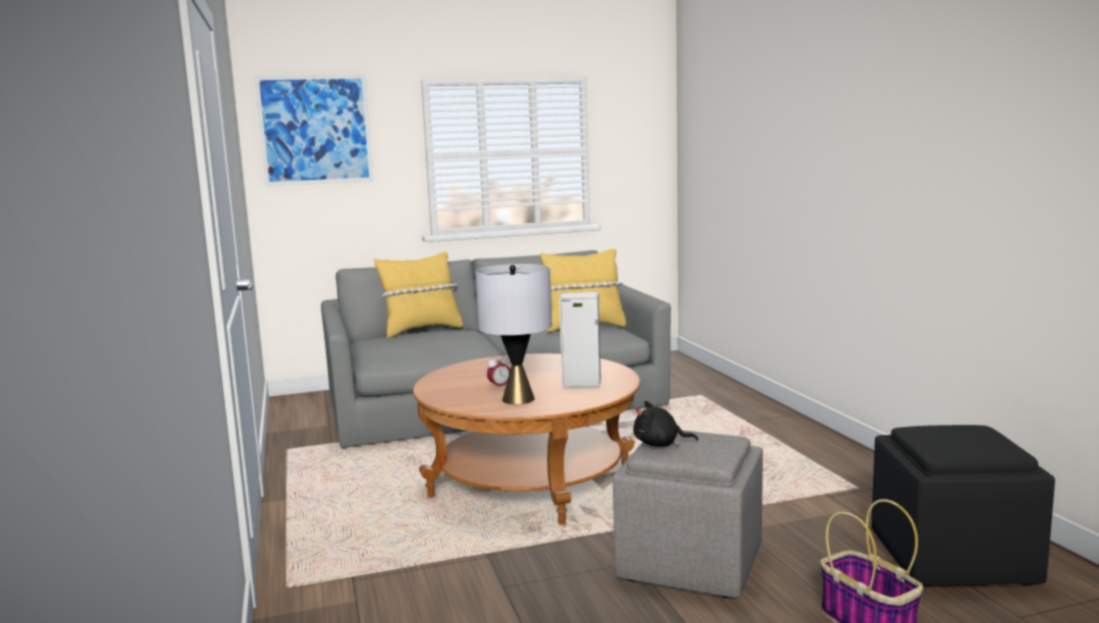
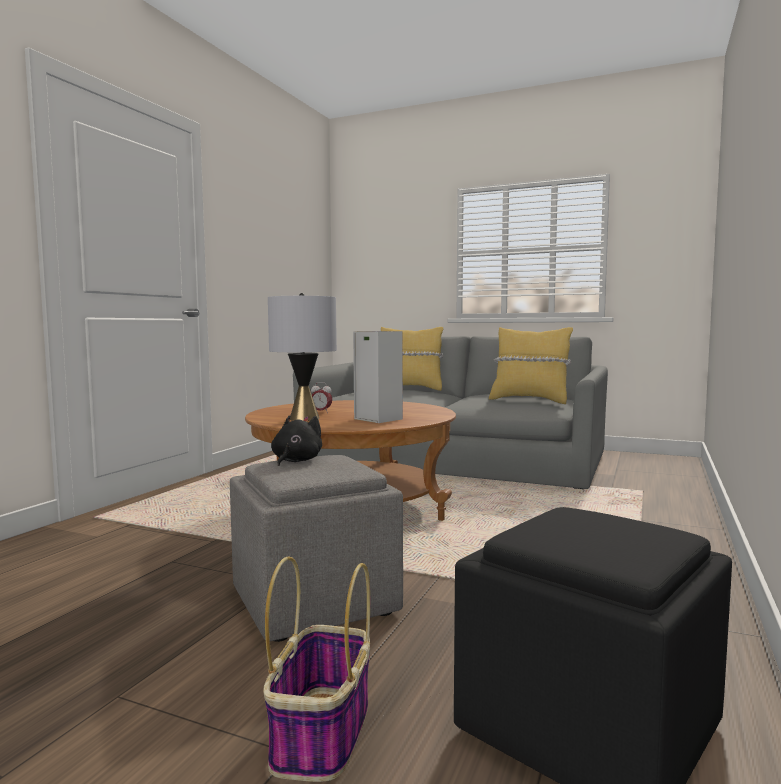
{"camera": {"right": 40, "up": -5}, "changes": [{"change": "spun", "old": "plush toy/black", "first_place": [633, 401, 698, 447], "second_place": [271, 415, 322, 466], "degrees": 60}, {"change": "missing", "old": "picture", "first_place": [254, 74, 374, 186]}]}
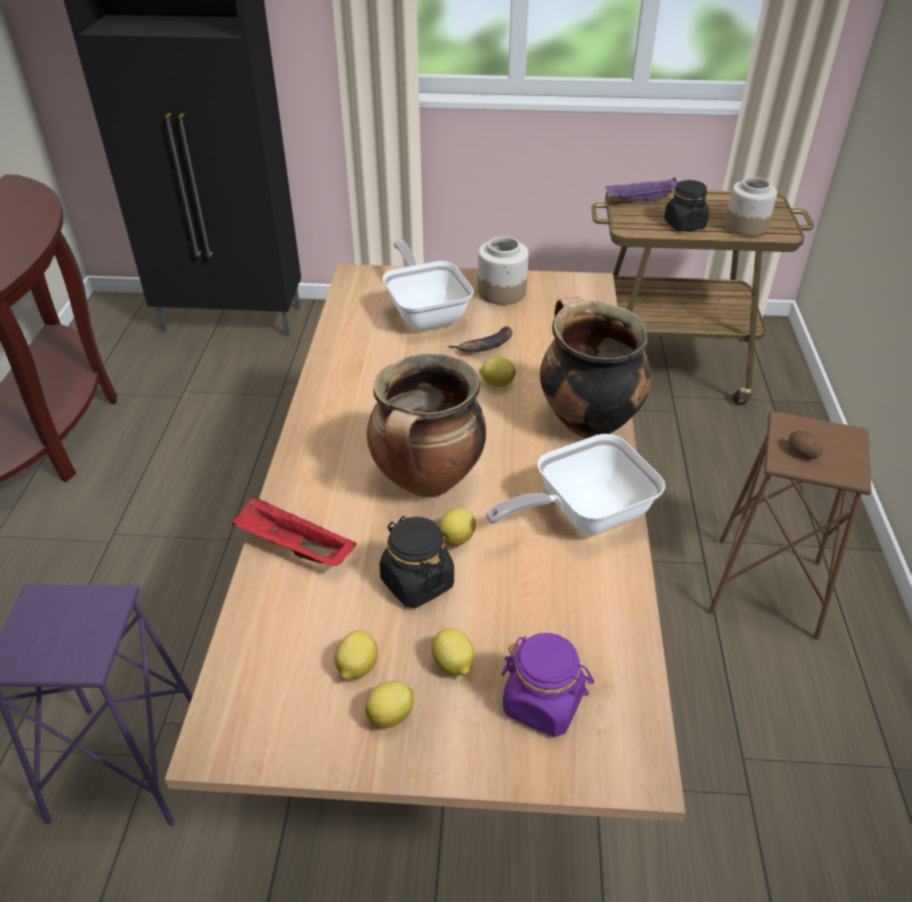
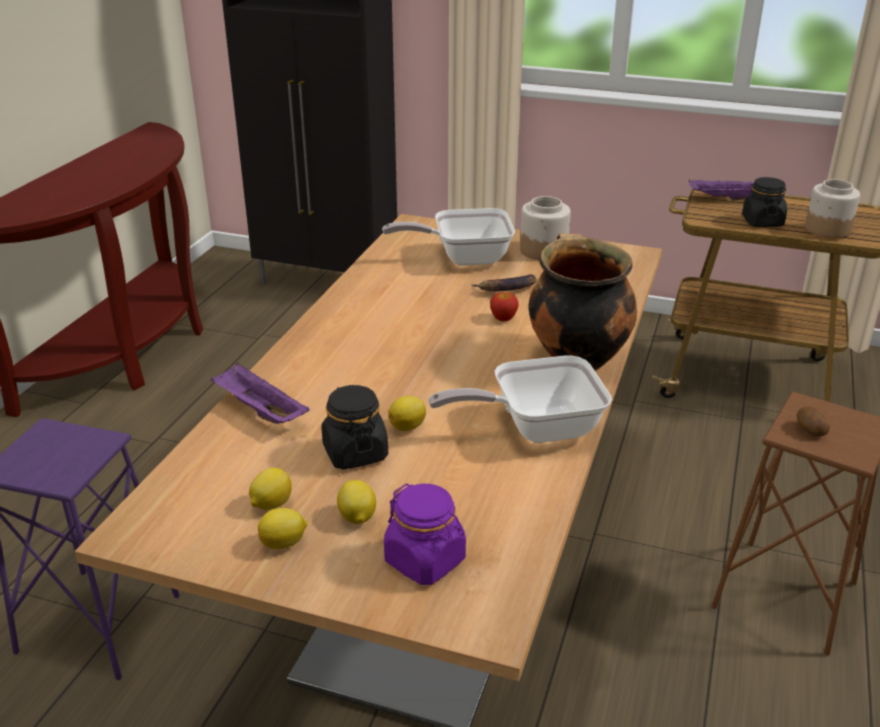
{"camera": {"right": 15, "up": -10}, "changes": [{"change": "colour", "old": "tray/red", "new": "tray/purple", "first_place": [232, 496, 357, 566], "second_place": [211, 362, 310, 424]}, {"change": "spun", "old": "frying pan", "first_place": [382, 240, 474, 331], "second_place": [382, 208, 515, 266], "degrees": -90}, {"change": "exchanged", "old": "lemon", "new": "apple", "first_place": [479, 357, 516, 387], "second_place": [490, 292, 518, 321]}, {"change": "missing", "old": "cooking pot", "first_place": [367, 354, 486, 497]}]}
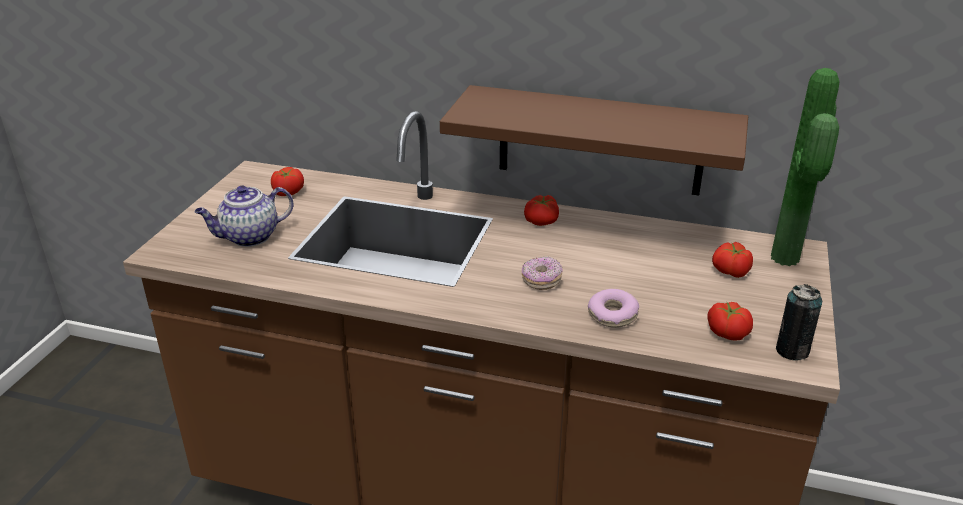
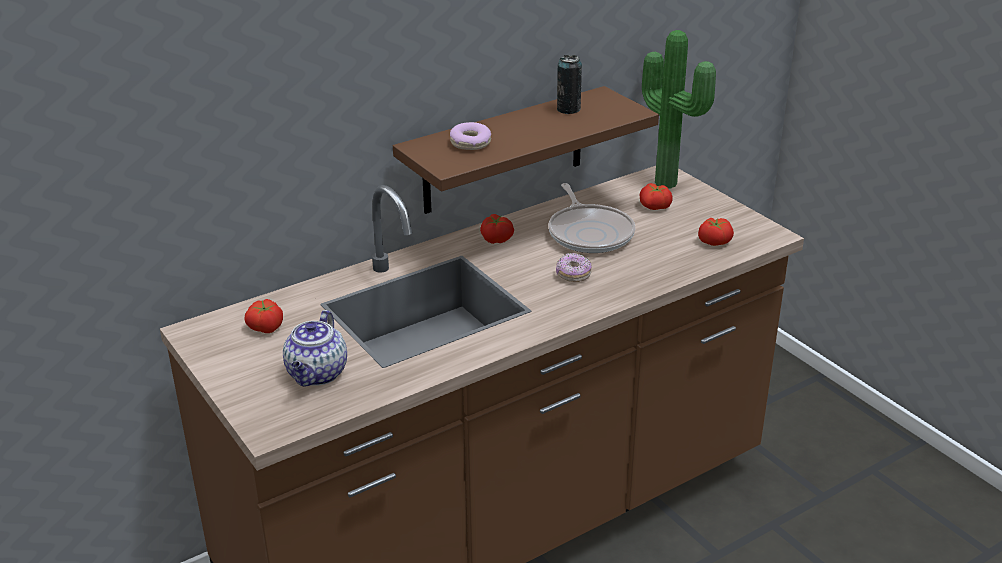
{"camera": {"right": -50, "up": 0}, "changes": [{"change": "relocated", "old": "donut", "first_place": [588, 289, 639, 328], "second_place": [450, 122, 491, 150]}, {"change": "appeared", "new": "frying pan", "second_place": [549, 183, 635, 253]}, {"change": "relocated", "old": "can", "first_place": [776, 284, 822, 361], "second_place": [557, 55, 582, 114]}]}
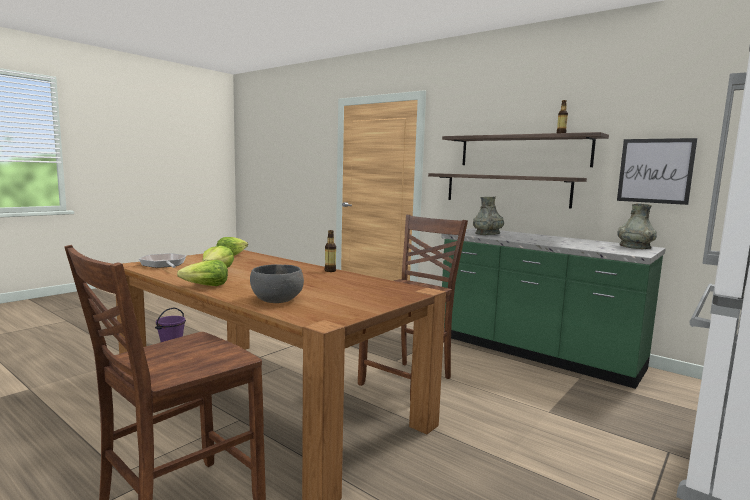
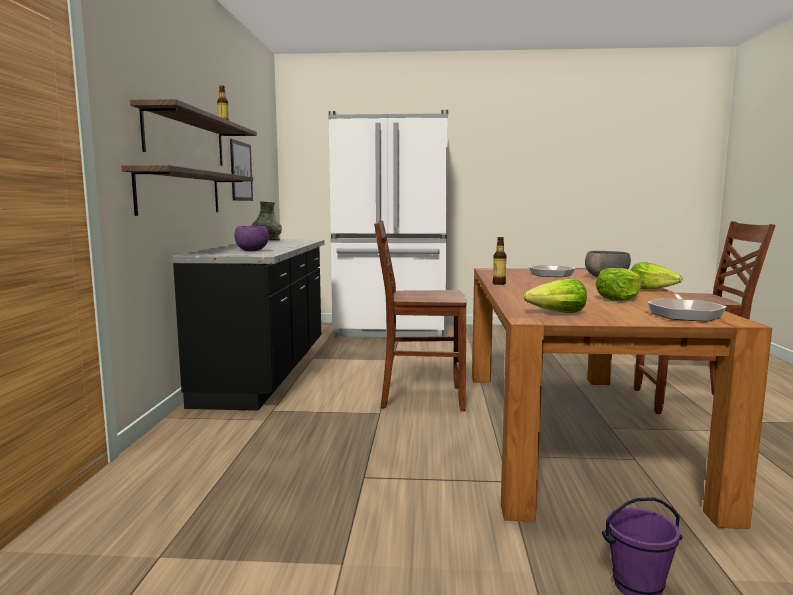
{"camera": {"right": -125, "up": 0}, "changes": [{"change": "colour", "old": "counter/green", "new": "counter/black", "first_place": [441, 228, 666, 389], "second_place": [172, 239, 324, 411]}, {"change": "exchanged", "old": "vase/grey", "new": "bowl/purple", "first_place": [473, 197, 504, 235], "second_place": [235, 226, 268, 251]}, {"change": "appeared", "new": "frying pan", "second_place": [528, 265, 586, 277]}]}
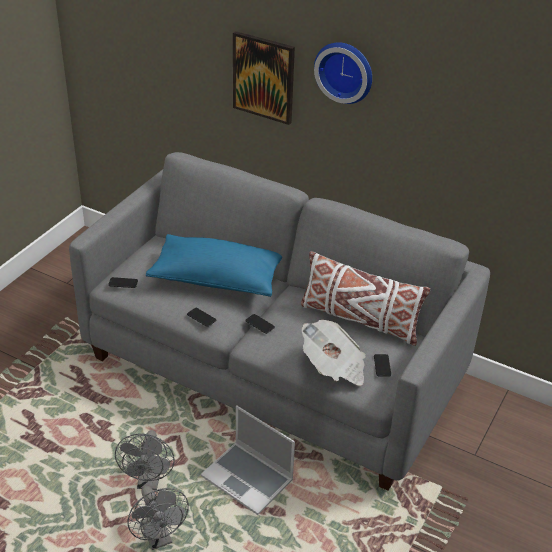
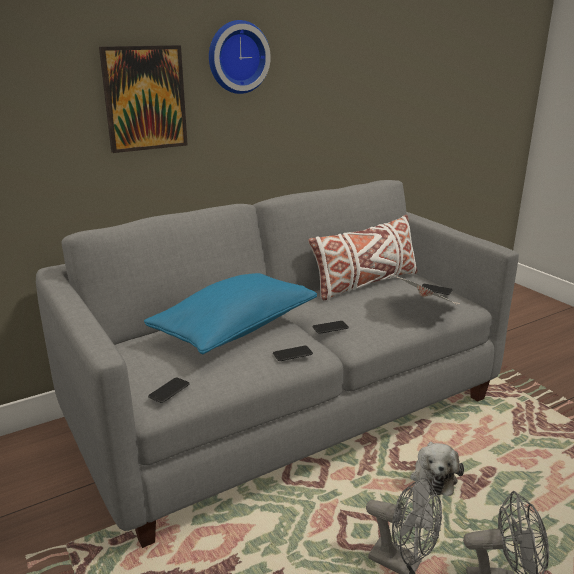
{"camera": {"right": -60, "up": -15}, "changes": [{"change": "exchanged", "old": "laptop", "new": "plush toy", "first_place": [201, 405, 295, 515], "second_place": [410, 442, 464, 496]}]}
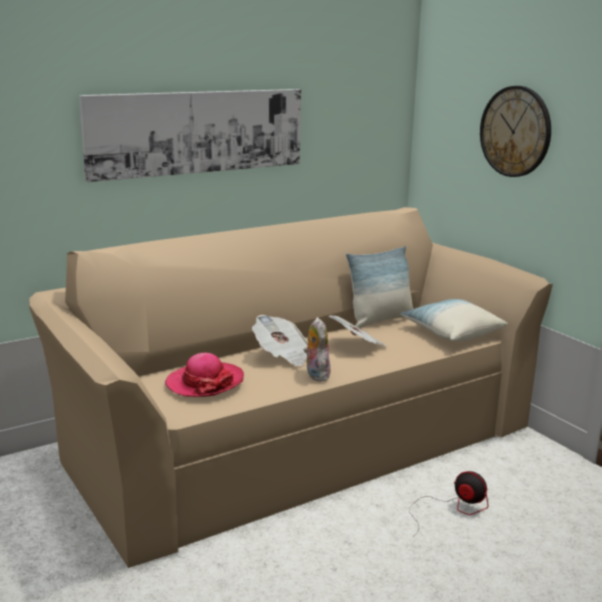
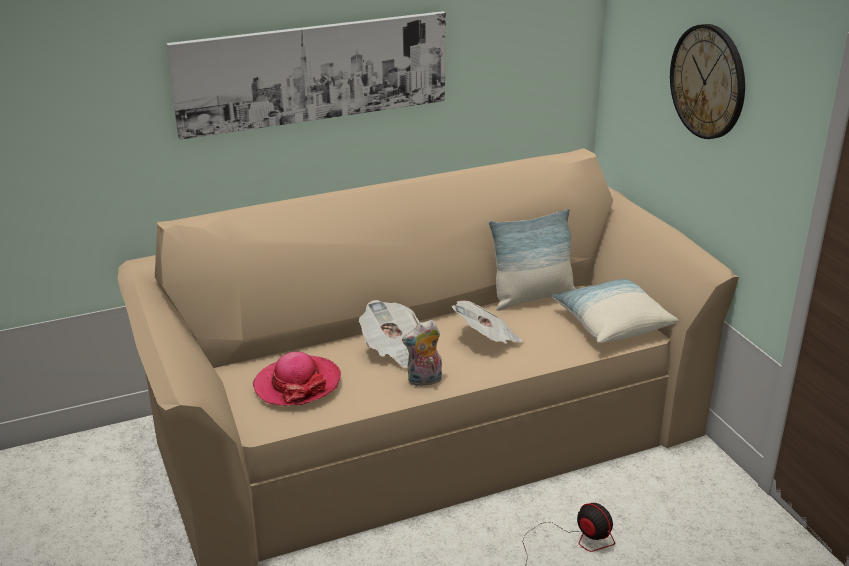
{"camera": {"right": 10, "up": 10}, "changes": [{"change": "spun", "old": "plush toy", "first_place": [304, 317, 331, 381], "second_place": [402, 320, 442, 387], "degrees": -105}]}
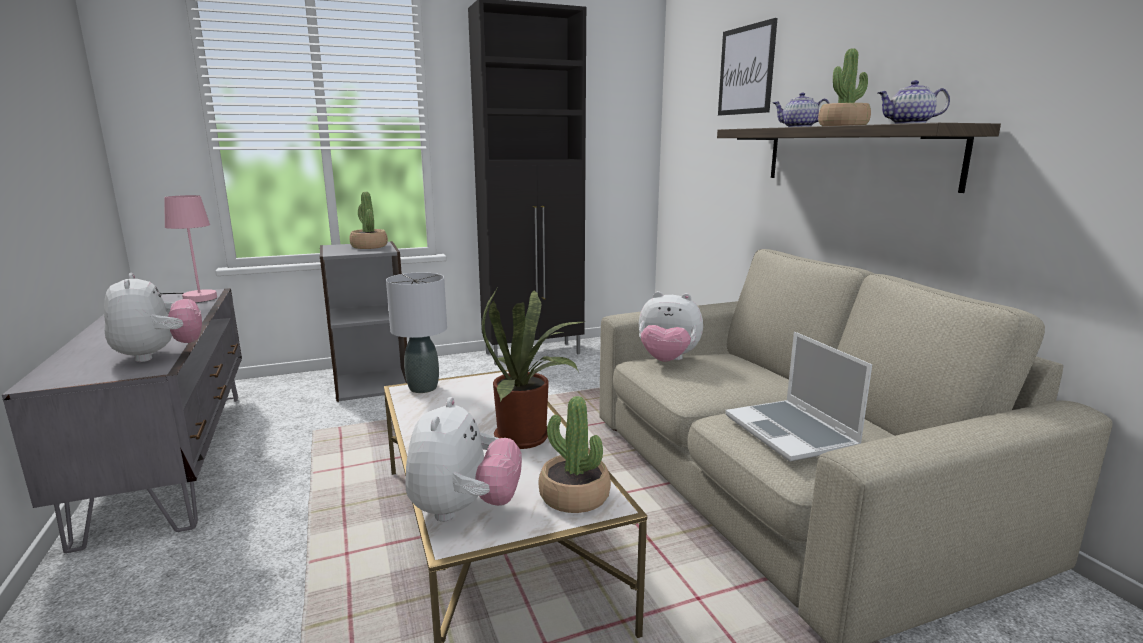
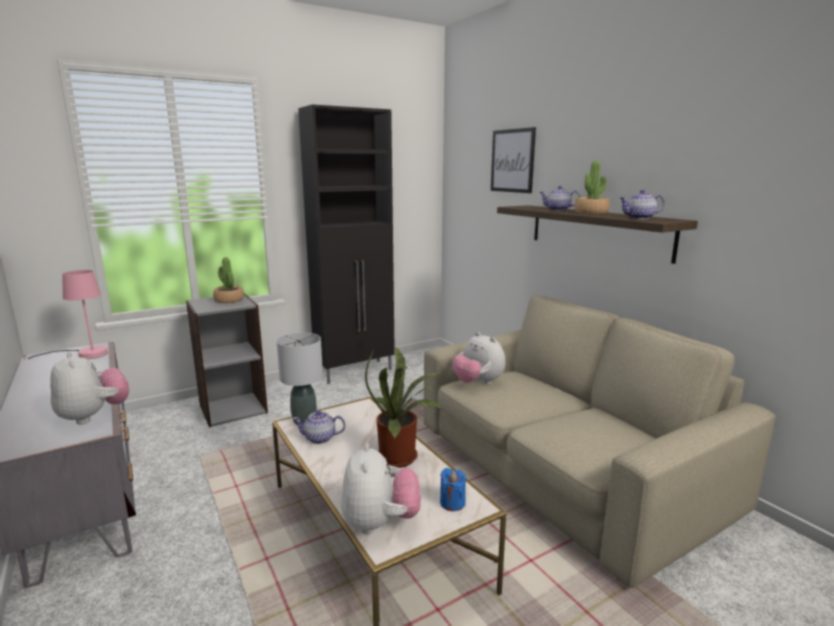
{"camera": {"right": -10, "up": 0}, "changes": [{"change": "appeared", "new": "teapot", "second_place": [293, 410, 345, 444]}, {"change": "exchanged", "old": "potted plant", "new": "candle/blue", "first_place": [539, 396, 611, 513], "second_place": [440, 468, 466, 511]}, {"change": "spun", "old": "plush toy", "first_place": [639, 291, 703, 362], "second_place": [452, 332, 505, 384], "degrees": 45}, {"change": "missing", "old": "laptop", "first_place": [725, 332, 872, 462]}]}
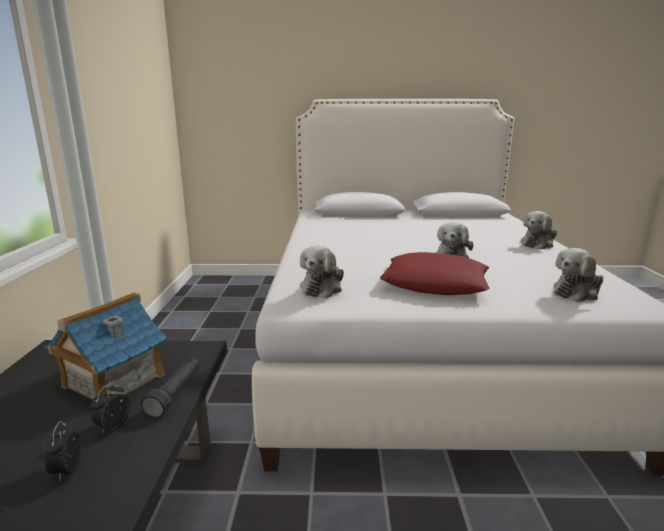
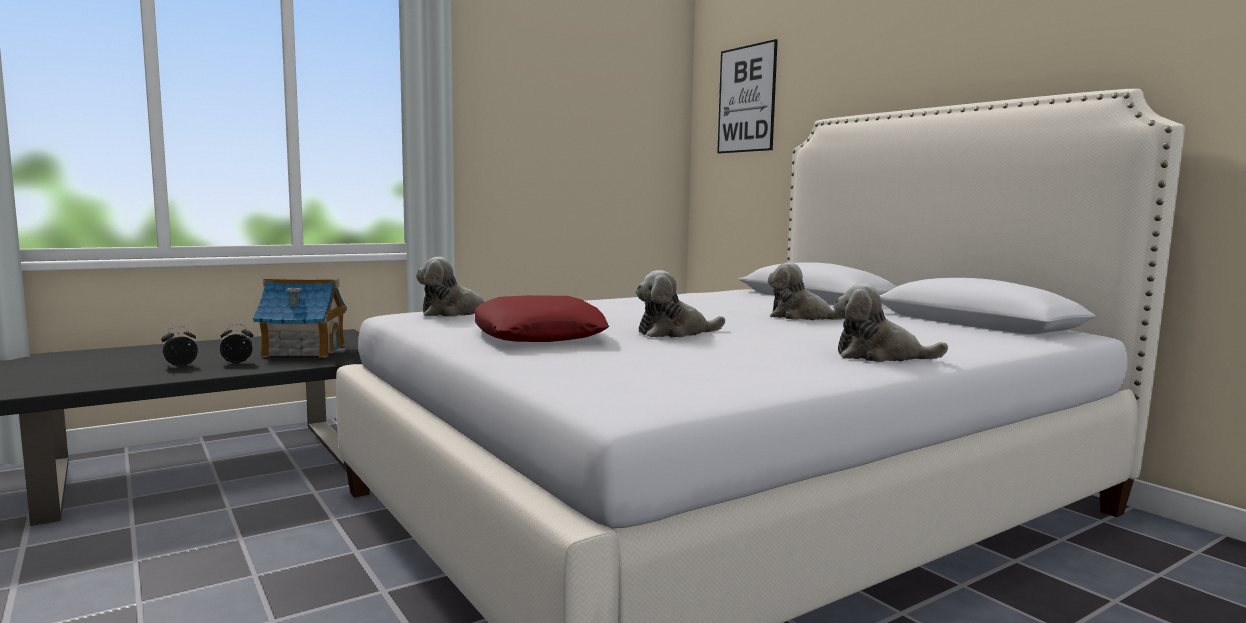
{"camera": {"right": 55, "up": -10}, "changes": [{"change": "appeared", "new": "picture", "second_place": [717, 39, 778, 153]}, {"change": "relocated", "old": "plush toy", "first_place": [553, 248, 603, 302], "second_place": [768, 262, 844, 320]}, {"change": "missing", "old": "flashlight/black", "first_place": [141, 357, 200, 418]}]}
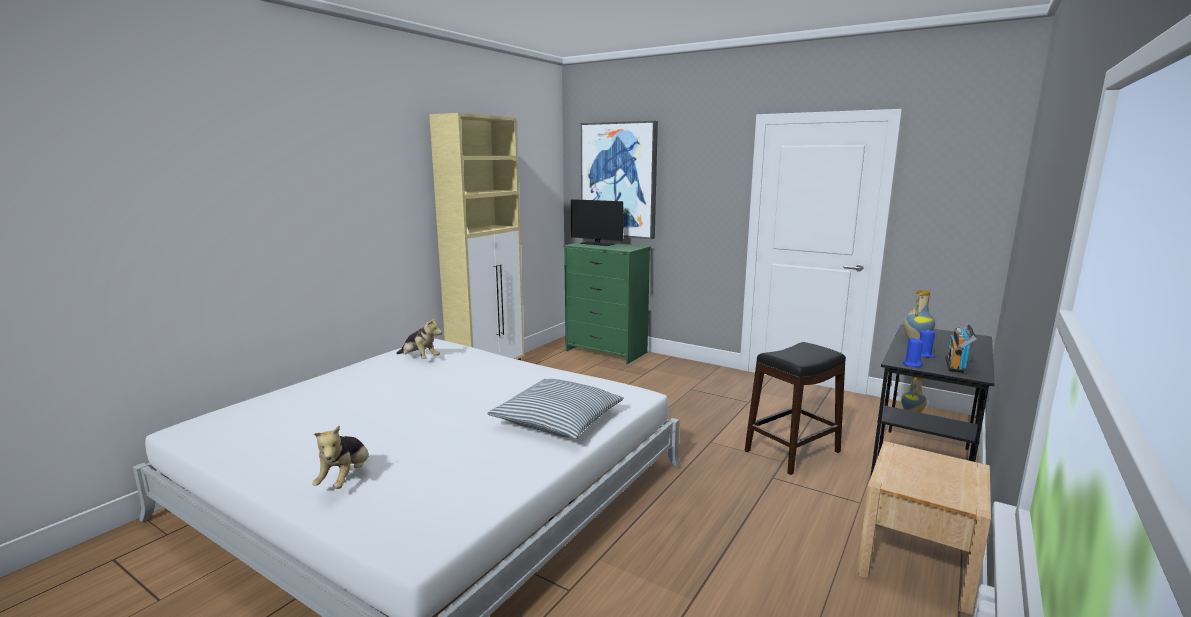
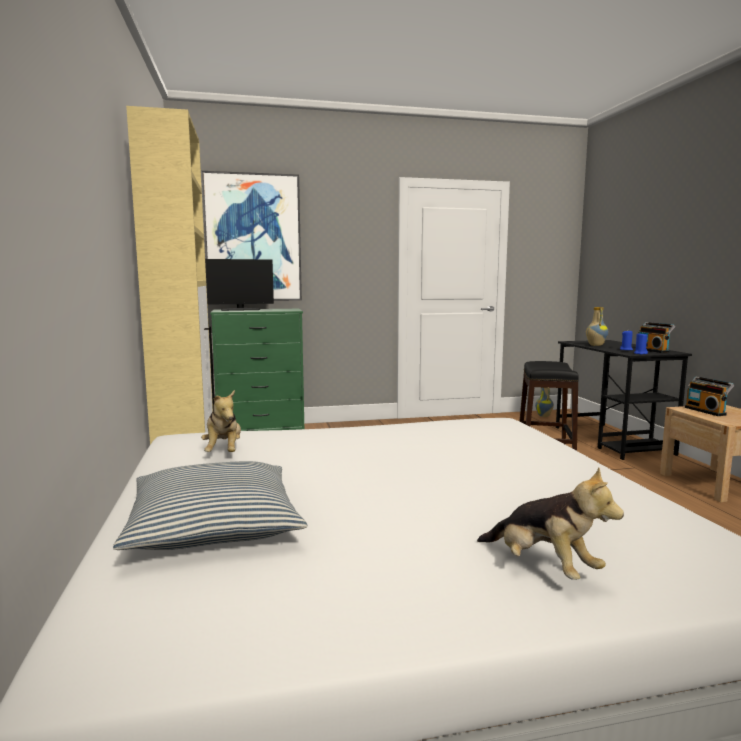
{"camera": {"right": -45, "up": -5}, "changes": [{"change": "relocated", "old": "pillow", "first_place": [487, 379, 624, 439], "second_place": [113, 461, 307, 550]}, {"change": "spun", "old": "plush toy", "first_place": [396, 316, 442, 359], "second_place": [201, 390, 241, 452], "degrees": 90}, {"change": "appeared", "new": "radio", "second_place": [685, 376, 734, 416]}]}
